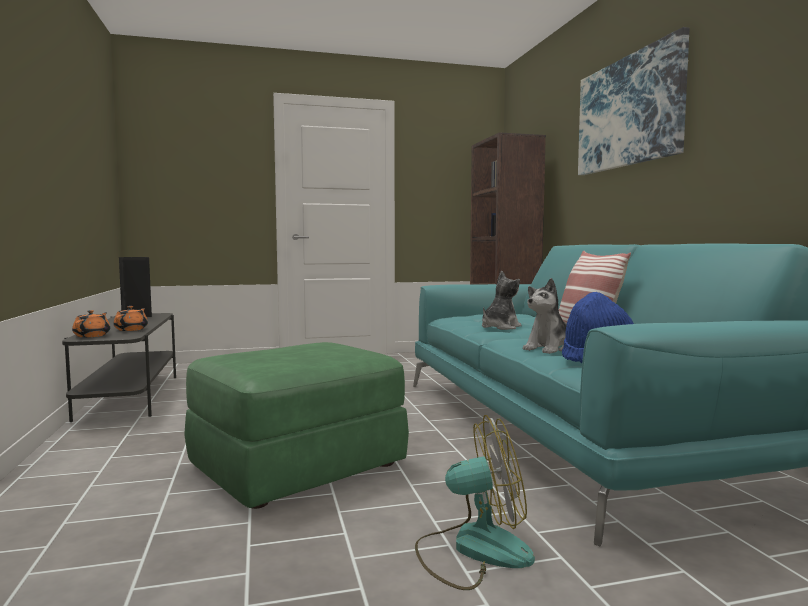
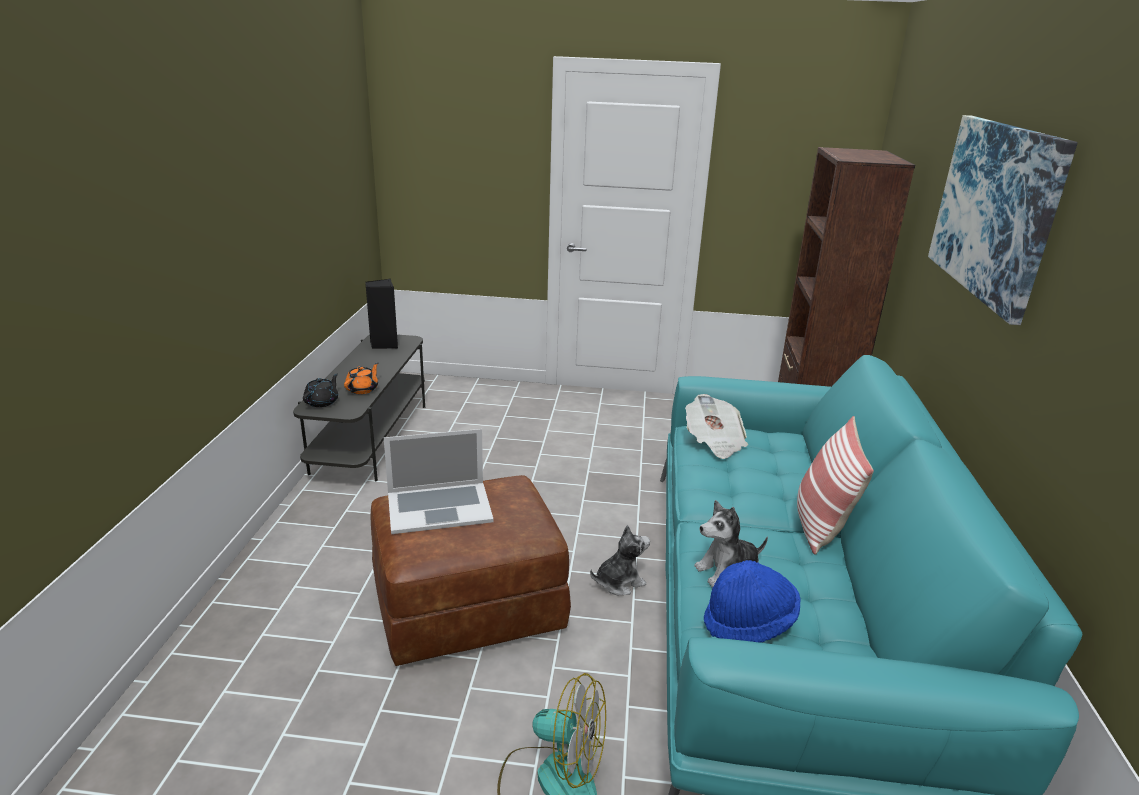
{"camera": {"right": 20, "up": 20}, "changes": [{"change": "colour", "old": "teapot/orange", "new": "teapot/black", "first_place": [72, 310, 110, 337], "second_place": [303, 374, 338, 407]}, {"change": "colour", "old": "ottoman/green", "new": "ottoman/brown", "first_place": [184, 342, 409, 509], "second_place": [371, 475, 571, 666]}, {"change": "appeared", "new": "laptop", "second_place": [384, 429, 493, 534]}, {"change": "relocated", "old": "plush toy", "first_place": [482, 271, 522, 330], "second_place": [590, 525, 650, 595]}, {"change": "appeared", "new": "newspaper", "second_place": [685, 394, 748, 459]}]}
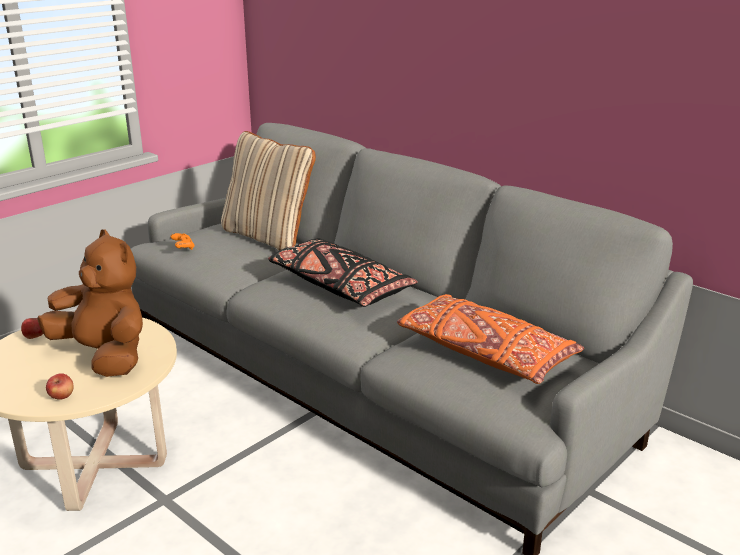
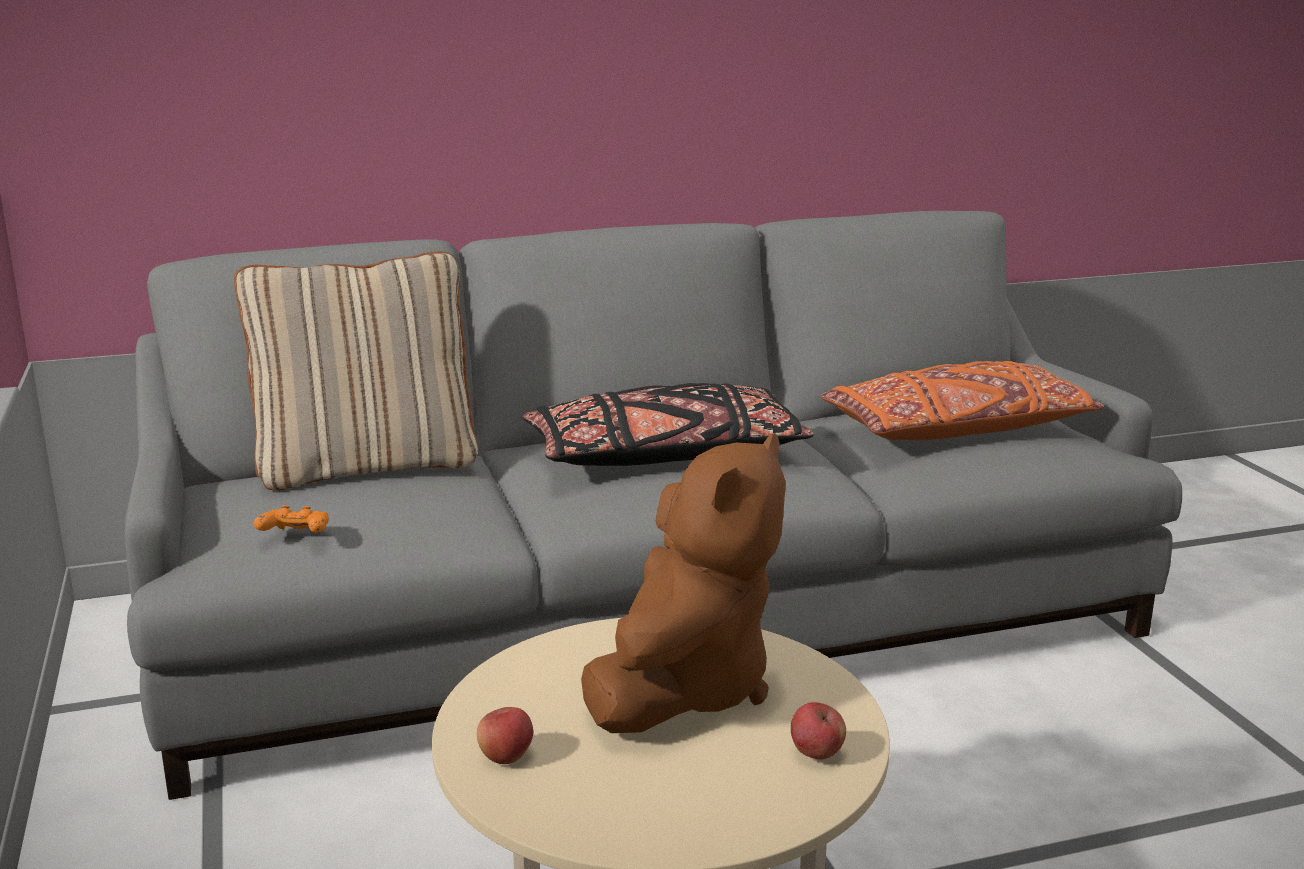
{"camera": {"right": -60, "up": -5}, "changes": [{"change": "spun", "old": "plush toy/brown", "first_place": [37, 229, 143, 377], "second_place": [581, 433, 786, 733], "degrees": 135}]}
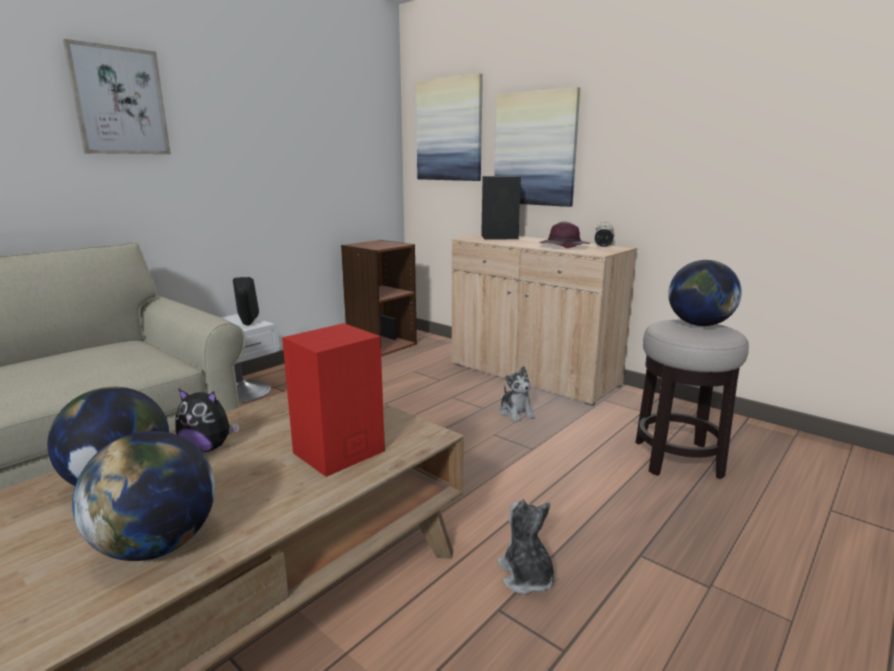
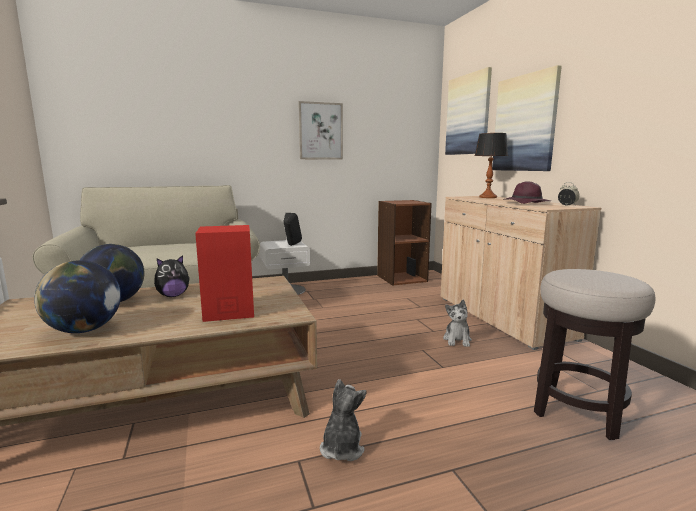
{"camera": {"right": 30, "up": -5}, "changes": [{"change": "spun", "old": "plush toy", "first_place": [175, 388, 239, 452], "second_place": [154, 255, 190, 297], "degrees": -75}, {"change": "relocated", "old": "picture", "first_place": [63, 39, 171, 154], "second_place": [298, 101, 343, 160]}, {"change": "exchanged", "old": "speaker/black", "new": "table lamp", "first_place": [481, 176, 521, 240], "second_place": [474, 133, 508, 198]}, {"change": "missing", "old": "globe", "first_place": [668, 260, 742, 326]}]}
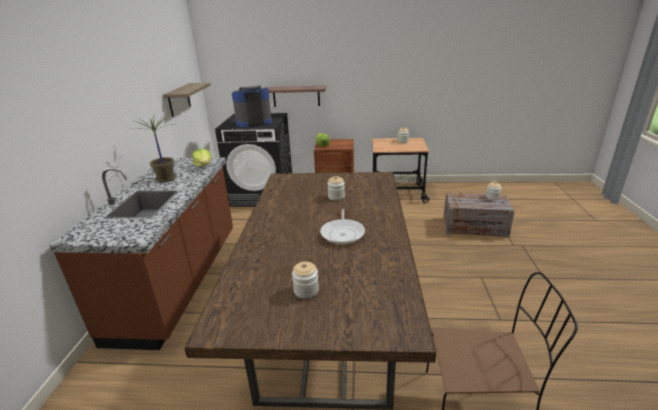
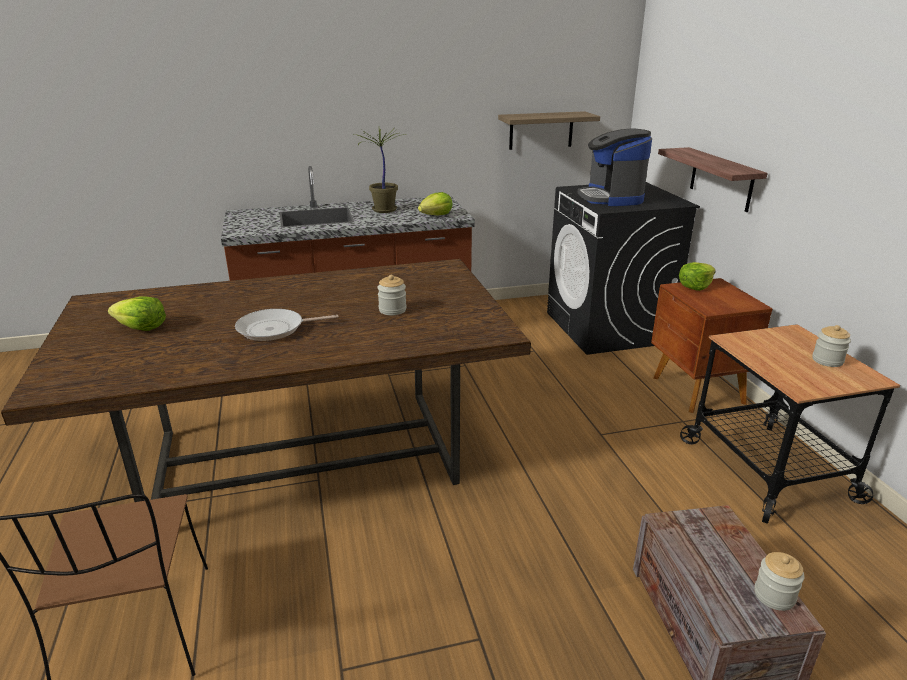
{"camera": {"right": 70, "up": 0}, "changes": [{"change": "exchanged", "old": "jar", "new": "lettuce", "first_place": [292, 262, 319, 299], "second_place": [108, 296, 166, 331]}, {"change": "spun", "old": "coffee machine", "first_place": [232, 85, 272, 128], "second_place": [578, 129, 652, 206], "degrees": -150}]}
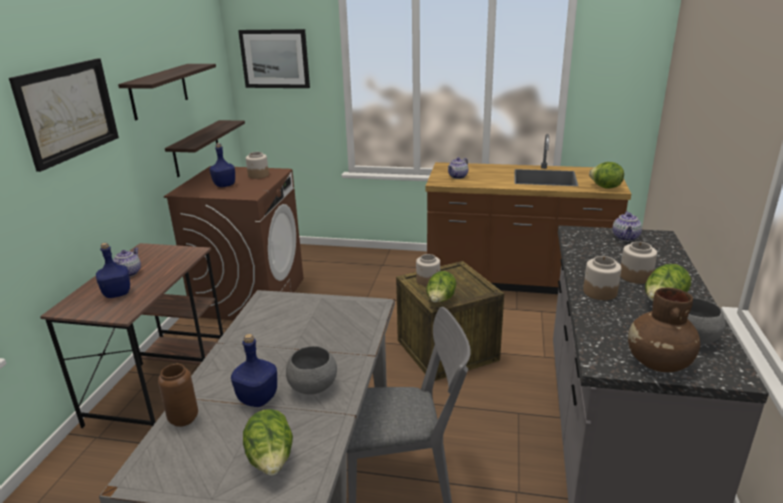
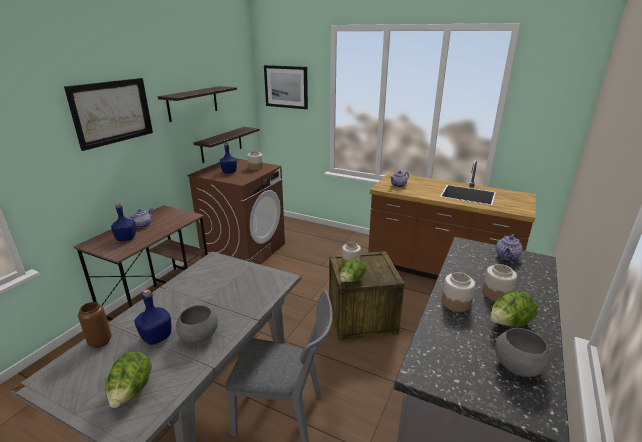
{"camera": {"right": 15, "up": 0}, "changes": [{"change": "missing", "old": "lettuce", "first_place": [589, 162, 624, 189]}, {"change": "missing", "old": "vase/brown", "first_place": [628, 287, 700, 372]}]}
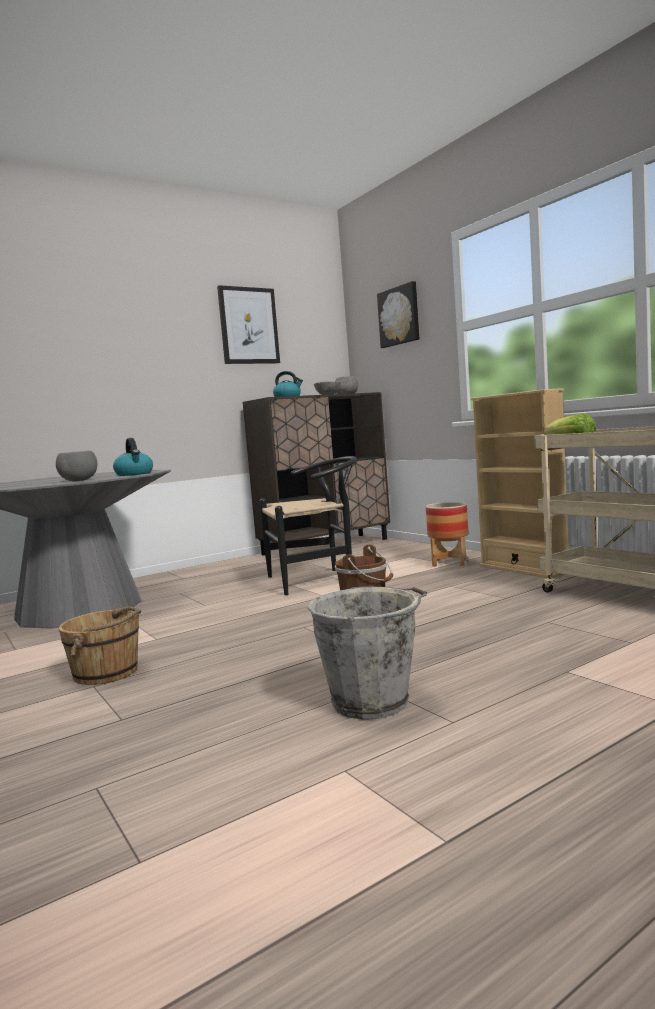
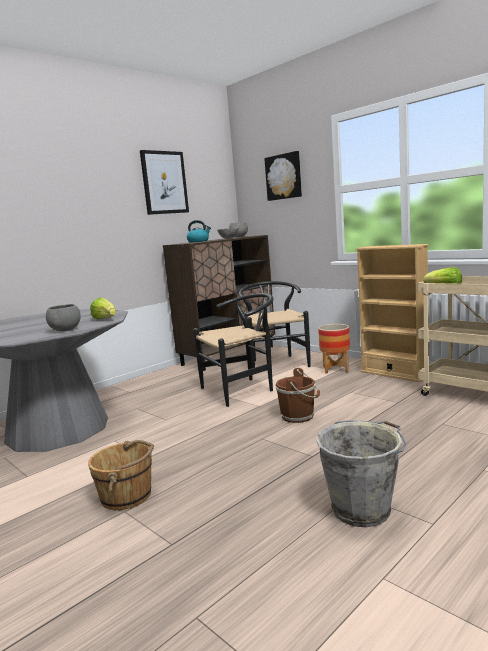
{"camera": {"right": -10, "up": 5}, "changes": [{"change": "exchanged", "old": "kettle", "new": "lettuce", "first_place": [113, 438, 153, 476], "second_place": [90, 298, 116, 319]}, {"change": "appeared", "new": "chair/black", "second_place": [239, 281, 311, 368]}]}
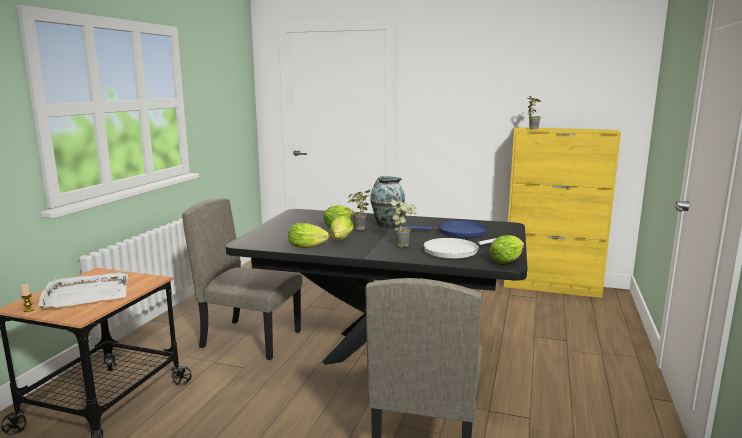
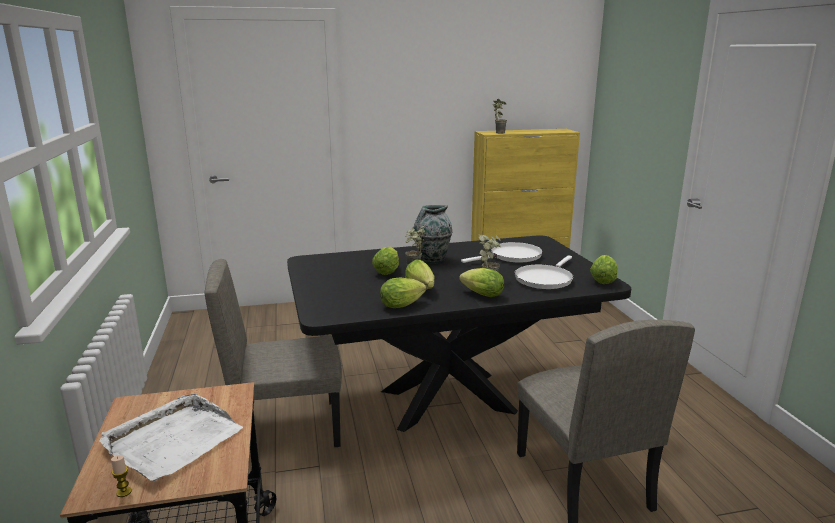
{"camera": {"right": -30, "up": 5}, "changes": [{"change": "appeared", "new": "lettuce", "second_place": [459, 268, 504, 297]}, {"change": "colour", "old": "frying pan/blue", "new": "frying pan/white", "first_place": [403, 221, 488, 238], "second_place": [461, 242, 543, 263]}]}
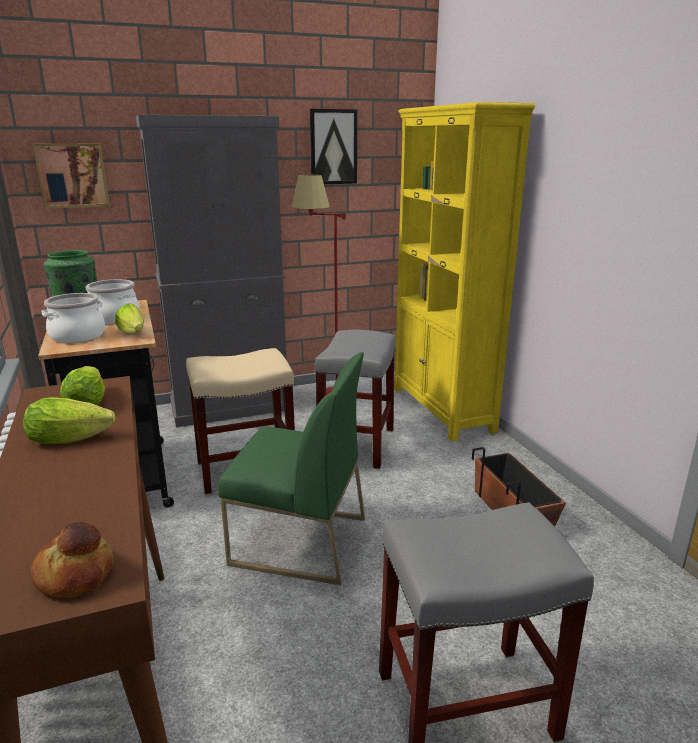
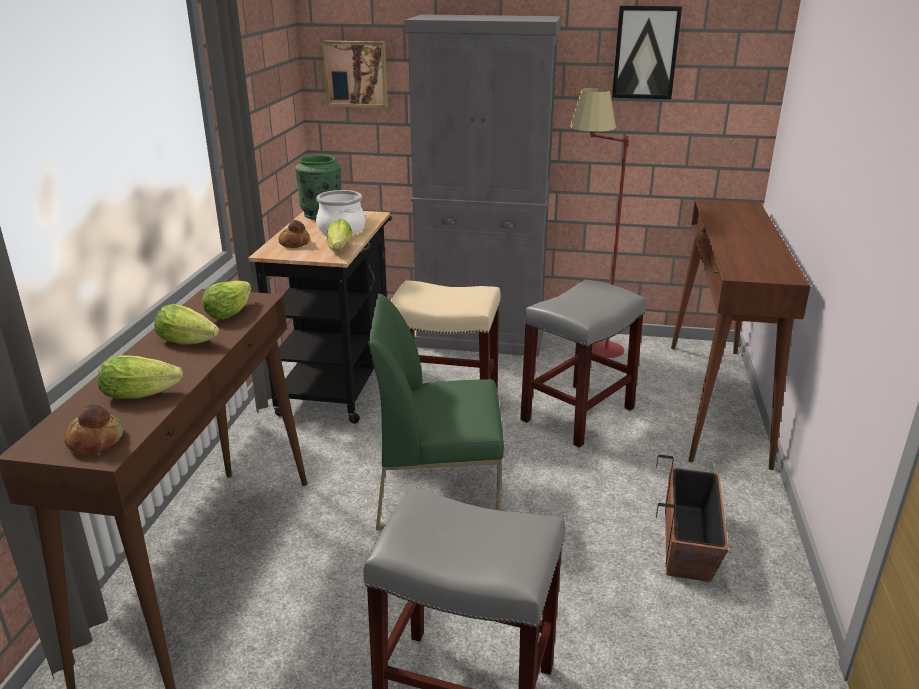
{"camera": {"right": 30, "up": 5}, "changes": [{"change": "appeared", "new": "lettuce", "second_place": [98, 355, 183, 399]}, {"change": "exchanged", "old": "cooking pot", "new": "bread", "first_place": [42, 293, 105, 343], "second_place": [279, 220, 310, 248]}, {"change": "spun", "old": "chair/green", "first_place": [218, 352, 365, 585], "second_place": [368, 294, 504, 530], "degrees": 135}, {"change": "exchanged", "old": "bookcase/yellow", "new": "console table/brown", "first_place": [394, 102, 535, 442], "second_place": [671, 199, 811, 470]}]}
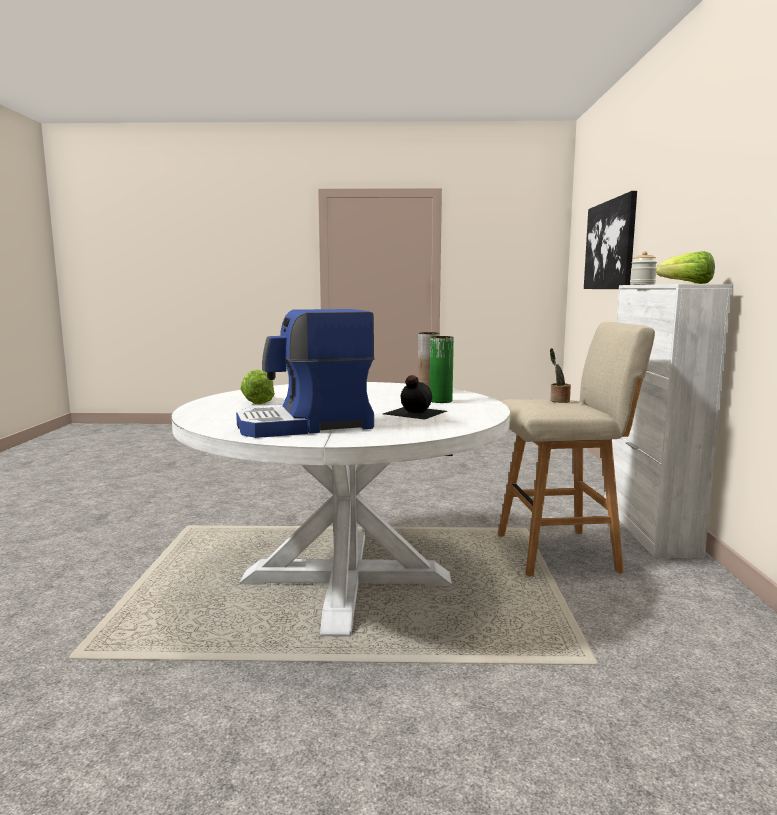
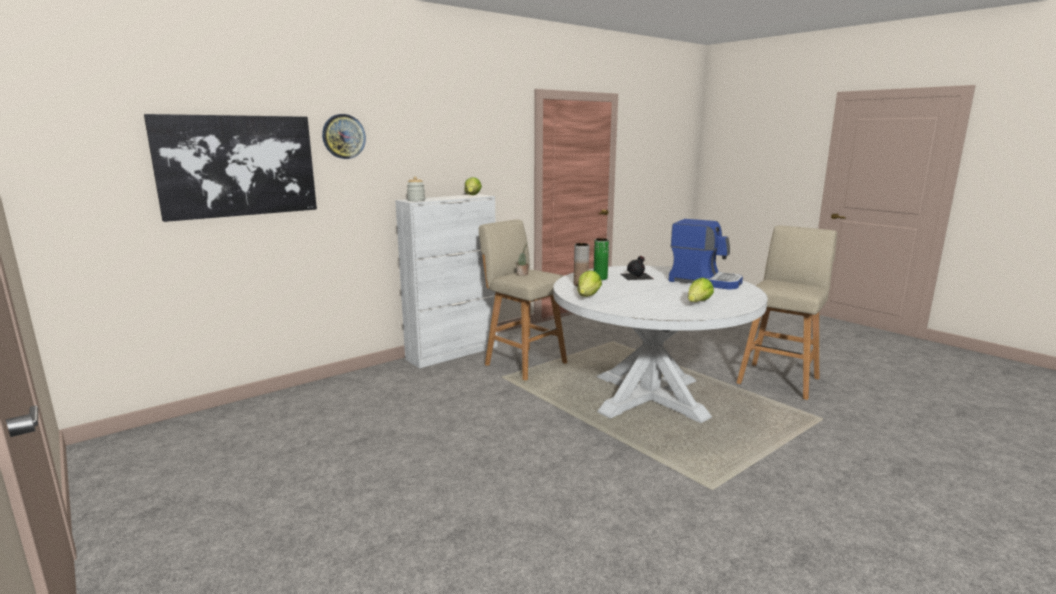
{"camera": {"right": -130, "up": 5}, "changes": [{"change": "appeared", "new": "wall clock", "second_place": [322, 114, 366, 159]}, {"change": "appeared", "new": "lettuce", "second_place": [577, 270, 602, 297]}, {"change": "appeared", "new": "stool/beige", "second_place": [736, 226, 837, 400]}]}
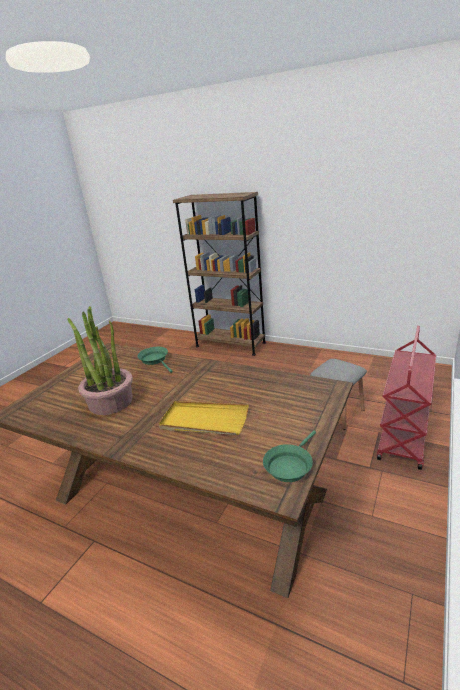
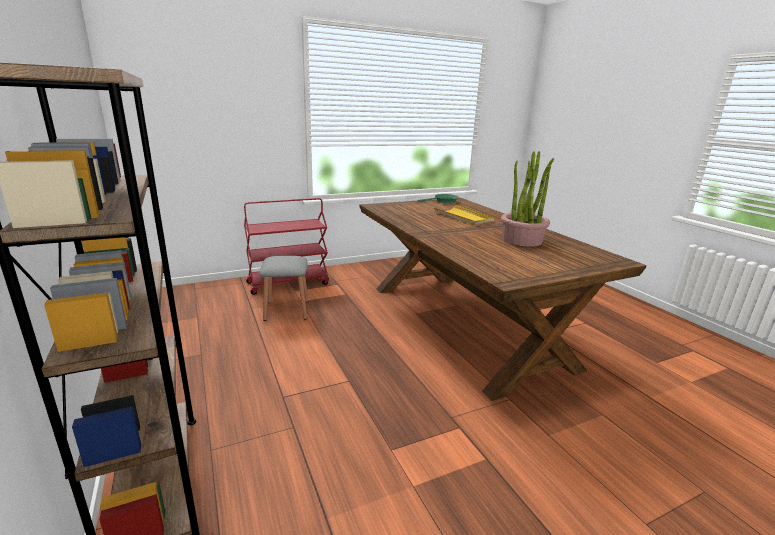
{"camera": {"right": -145, "up": -5}, "changes": [{"change": "missing", "old": "frying pan/green", "first_place": [137, 347, 172, 373]}]}
